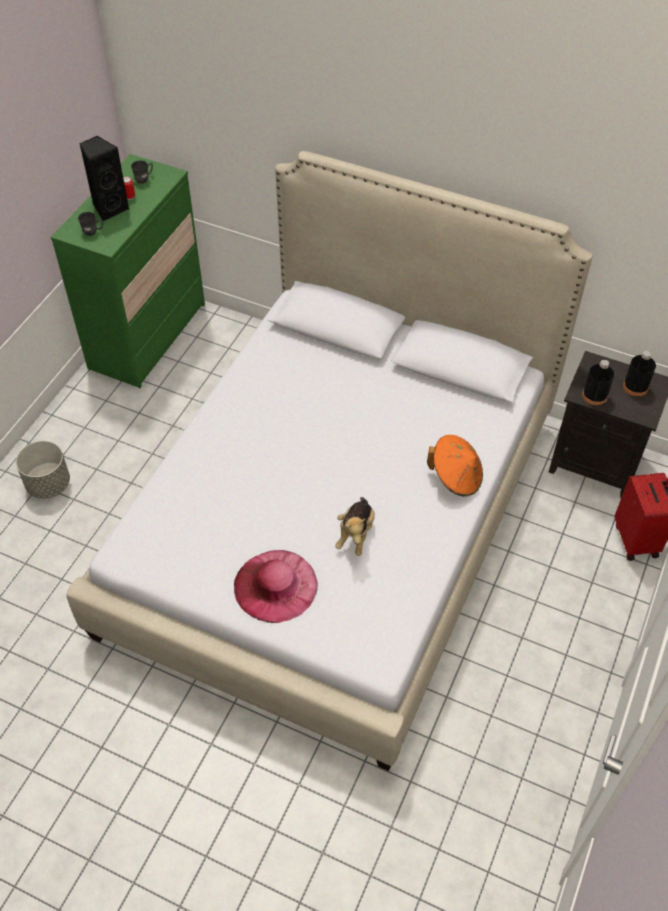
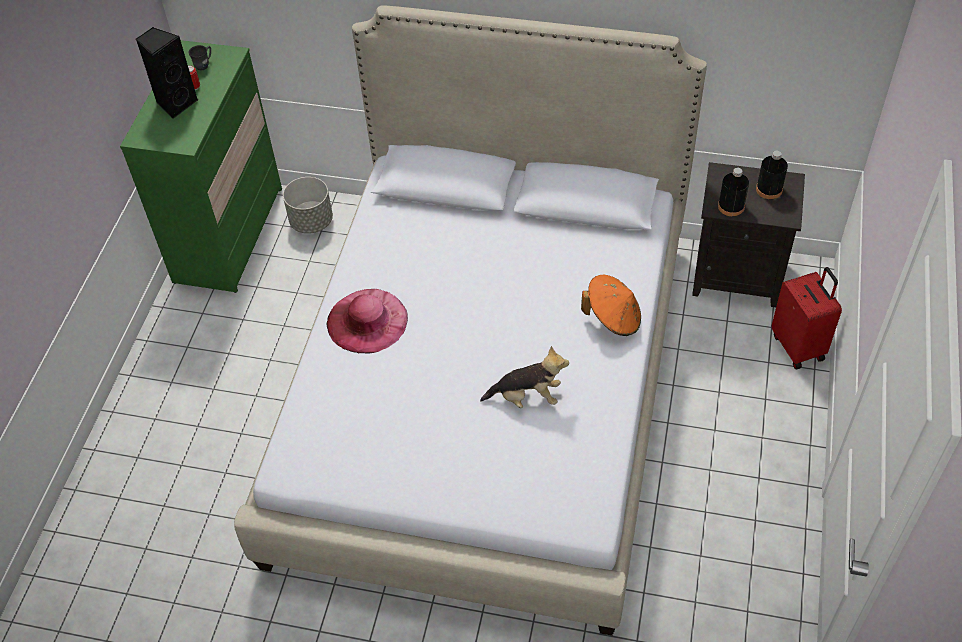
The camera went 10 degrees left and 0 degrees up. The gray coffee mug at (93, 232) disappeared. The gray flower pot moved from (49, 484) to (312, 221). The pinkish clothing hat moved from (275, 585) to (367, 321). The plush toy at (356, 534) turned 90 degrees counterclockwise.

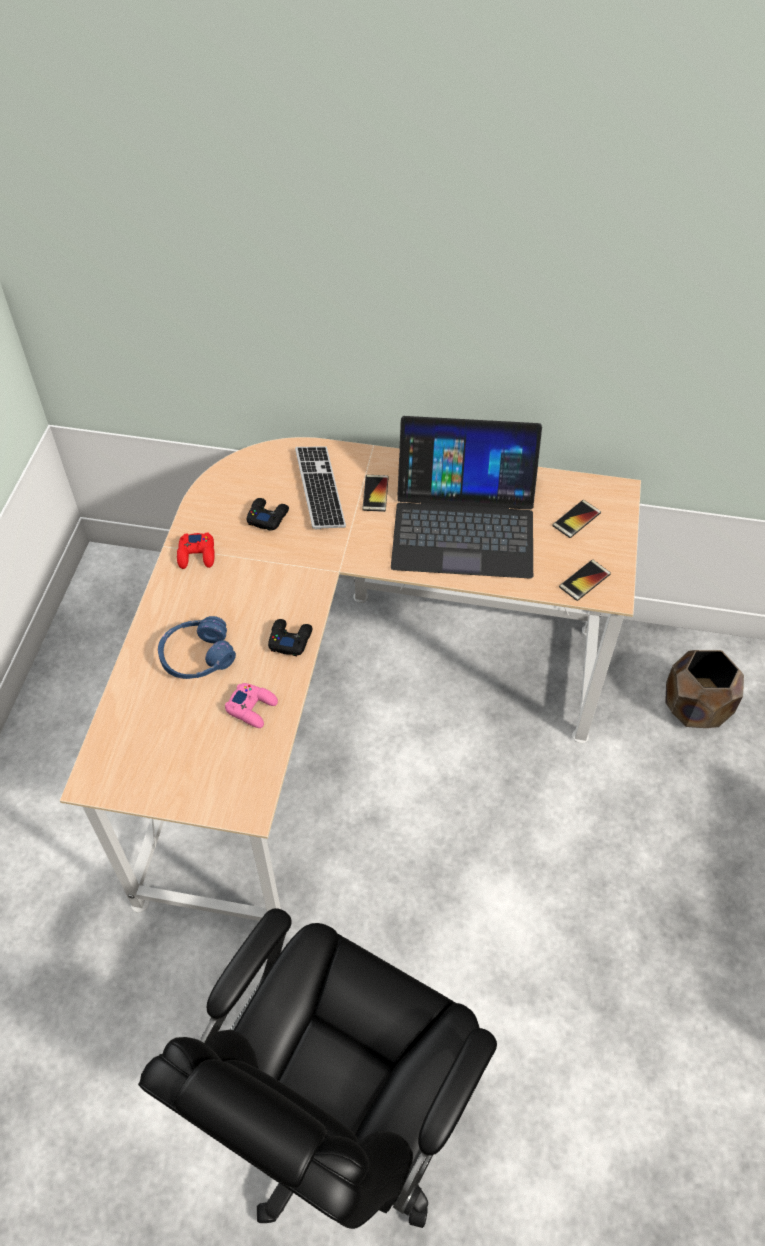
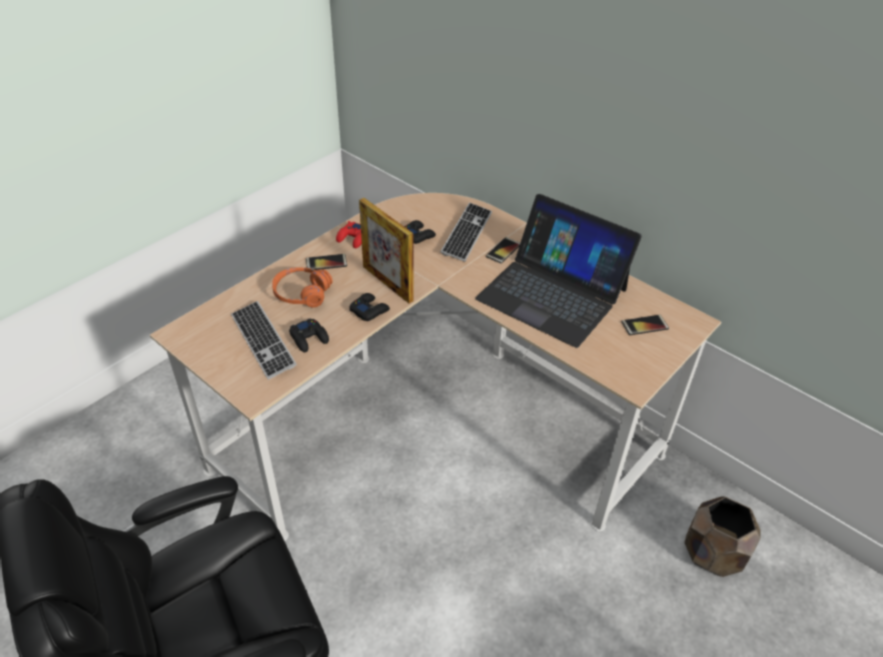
The camera went 30 degrees right and 10 degrees down. The computer keyboard at (263, 341) appeared. The photo frame at (387, 283) appeared. The phone moved from (584, 580) to (326, 263). The bluish pair of headphones at (197, 657) became the orangey pair of headphones at (302, 294). The pinkish gamepad at (252, 708) became the black gamepad at (309, 338).

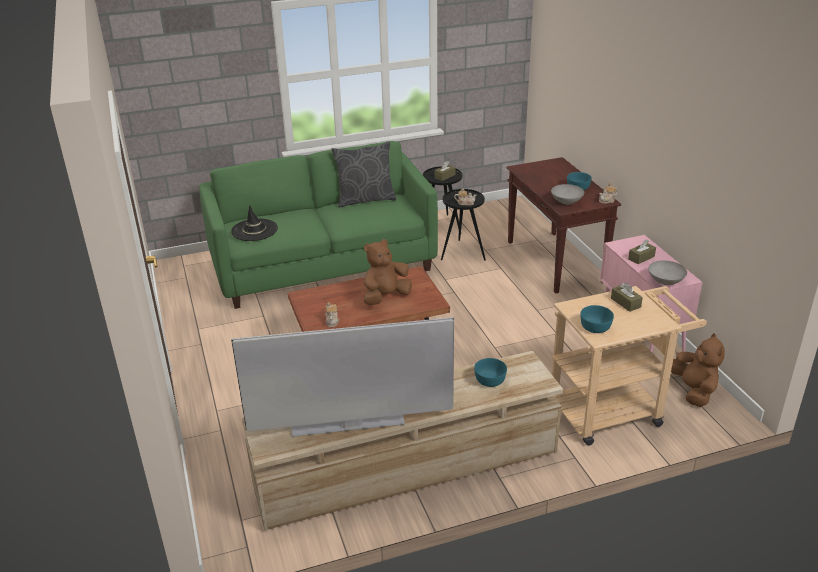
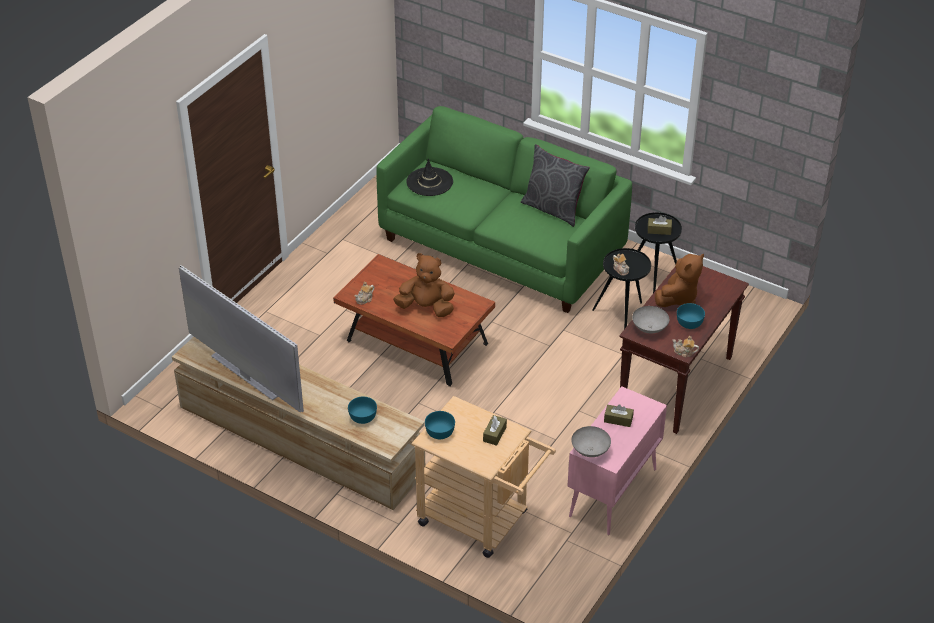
The camera went 50 degrees right and 10 degrees up. The brown plush toy moved from (693, 391) to (678, 297).

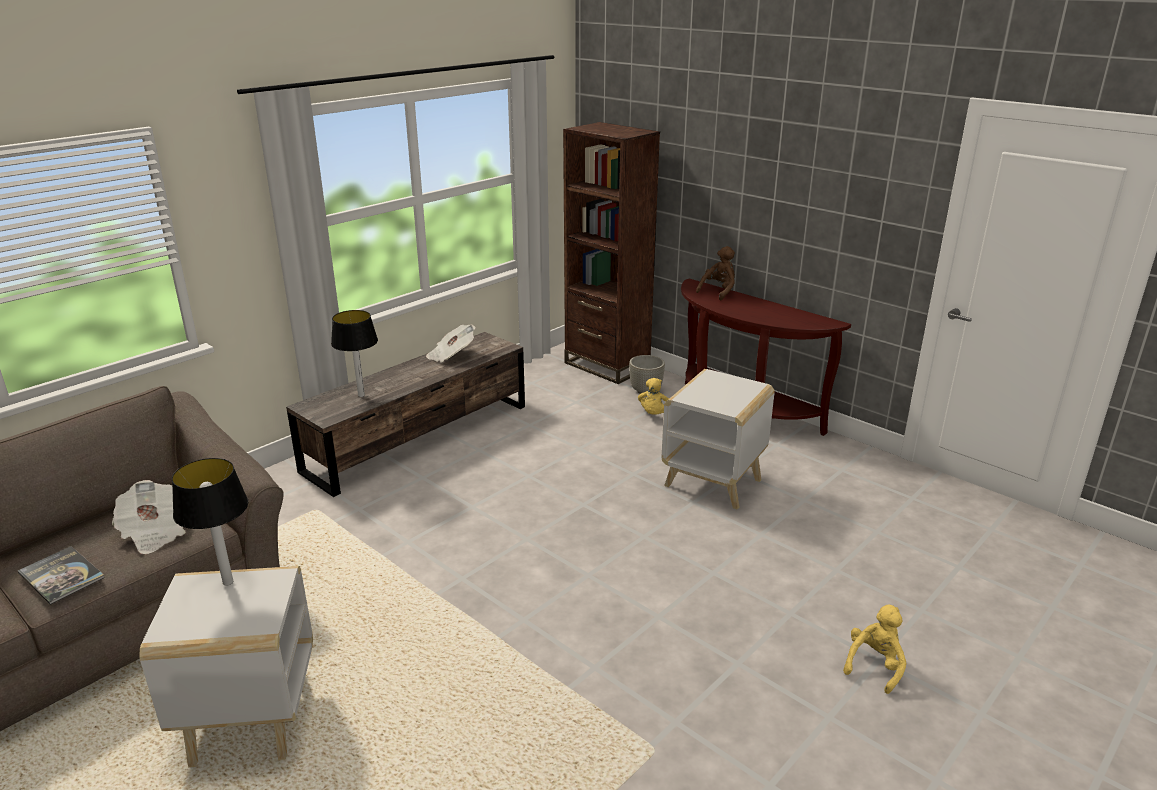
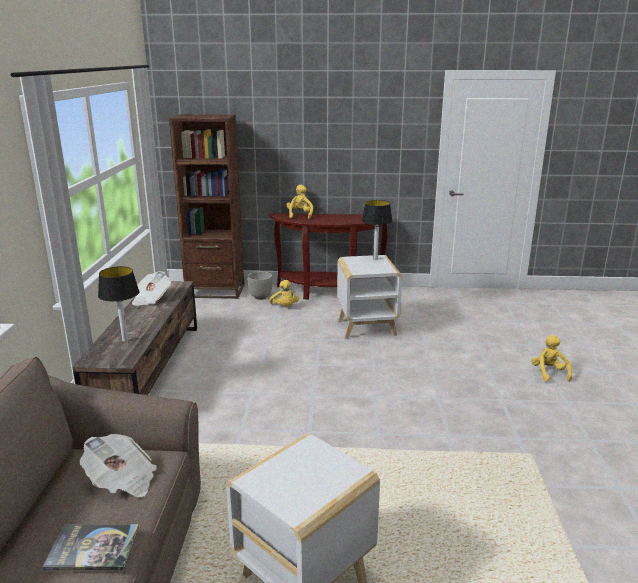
The camera went 40 degrees left and 5 degrees down. The lamp for a table moved from (227, 582) to (375, 259). The brown plush toy at (718, 291) became the yellowish plush toy at (300, 215).

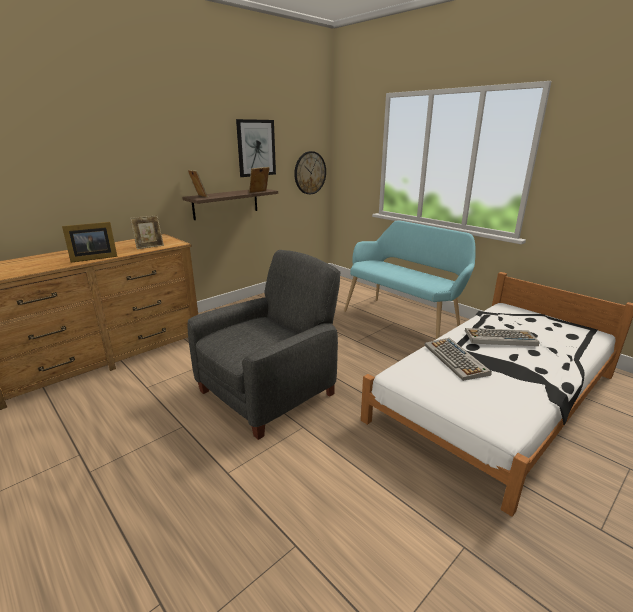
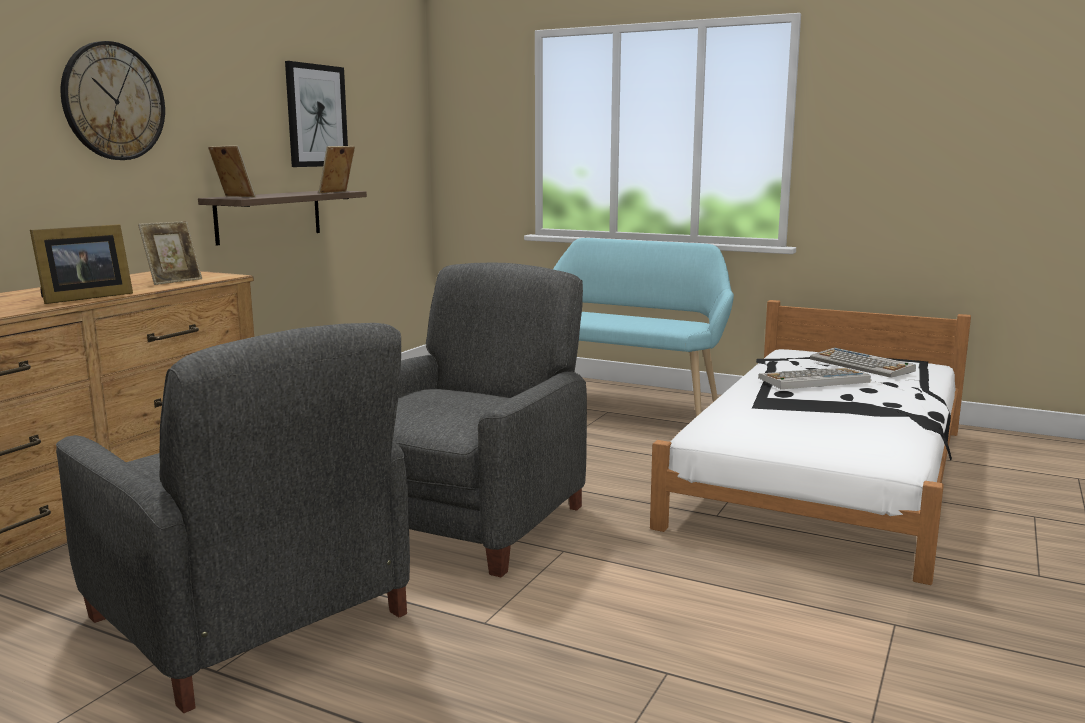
The camera went 20 degrees left and 10 degrees down. The gray lounge chair at (250, 618) appeared. The clock on the wall moved from (310, 173) to (113, 101). The computer keyboard moved from (456, 359) to (862, 365).

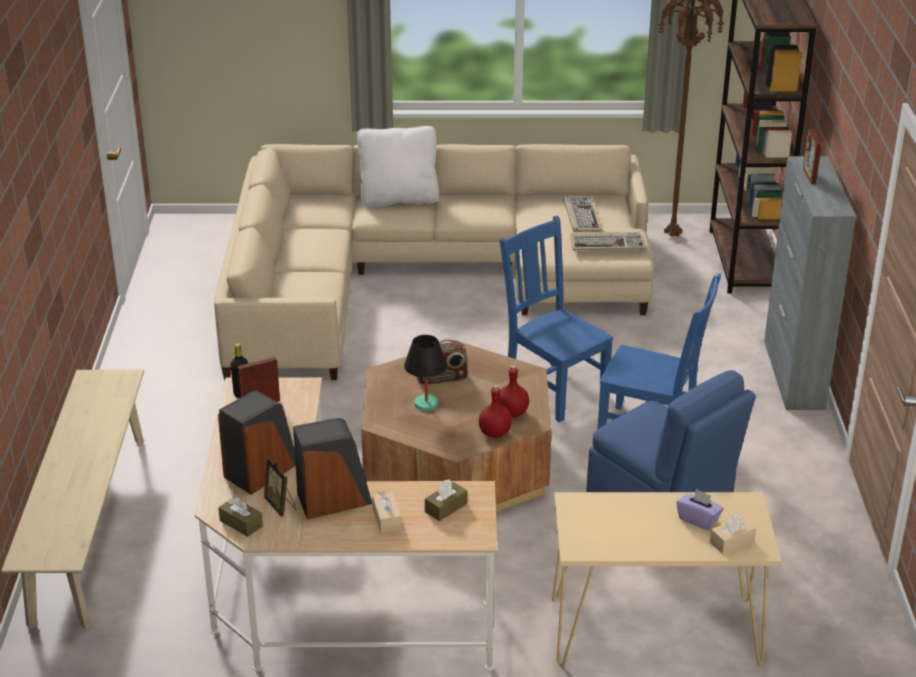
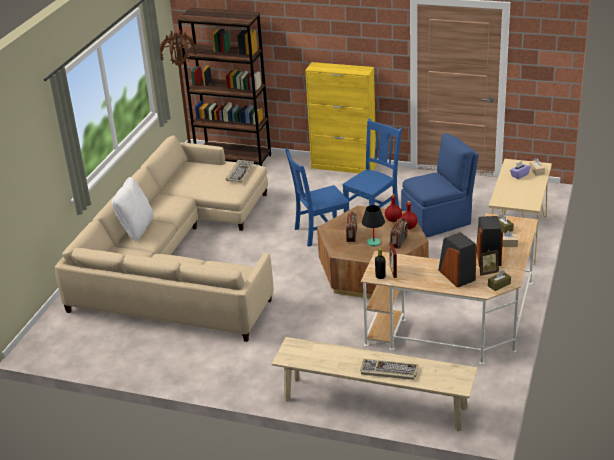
The camera went 70 degrees left and 0 degrees up. The photo frame at (809, 176) disappeared. The radio at (399, 242) appeared. The computer keyboard moved from (581, 216) to (388, 371). The gray storage cabinet at (793, 375) became the yellowish storage cabinet at (344, 167).

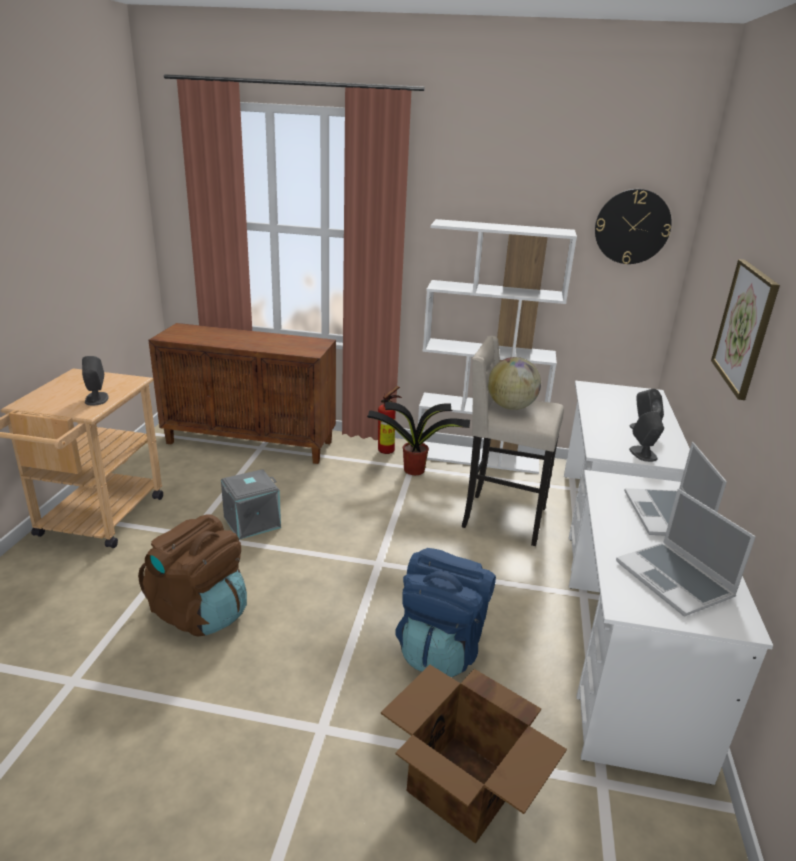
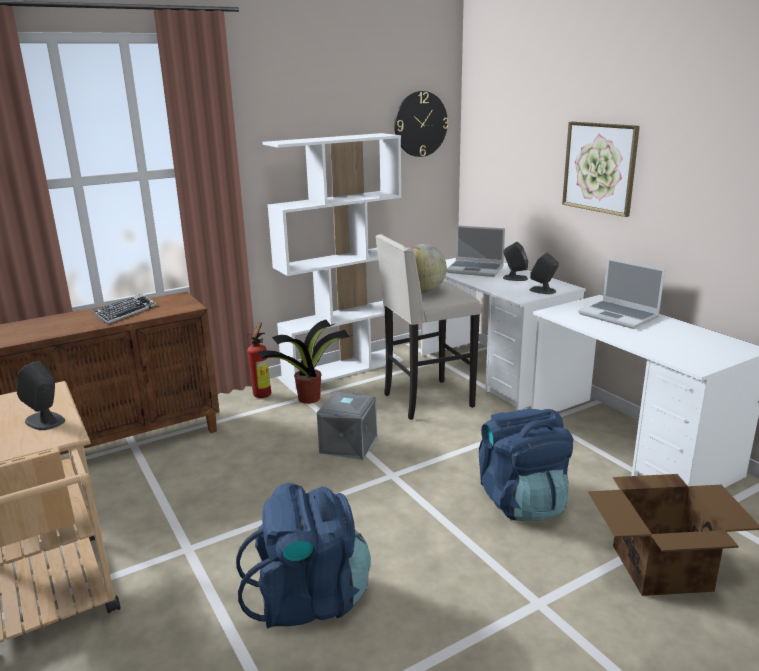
The camera went 40 degrees left and 5 degrees down. The computer keyboard at (125, 313) appeared. The gray storage container moved from (252, 521) to (347, 444). The laptop moved from (675, 580) to (475, 270). The brown rucksack at (200, 612) became the bluish rucksack at (309, 599).

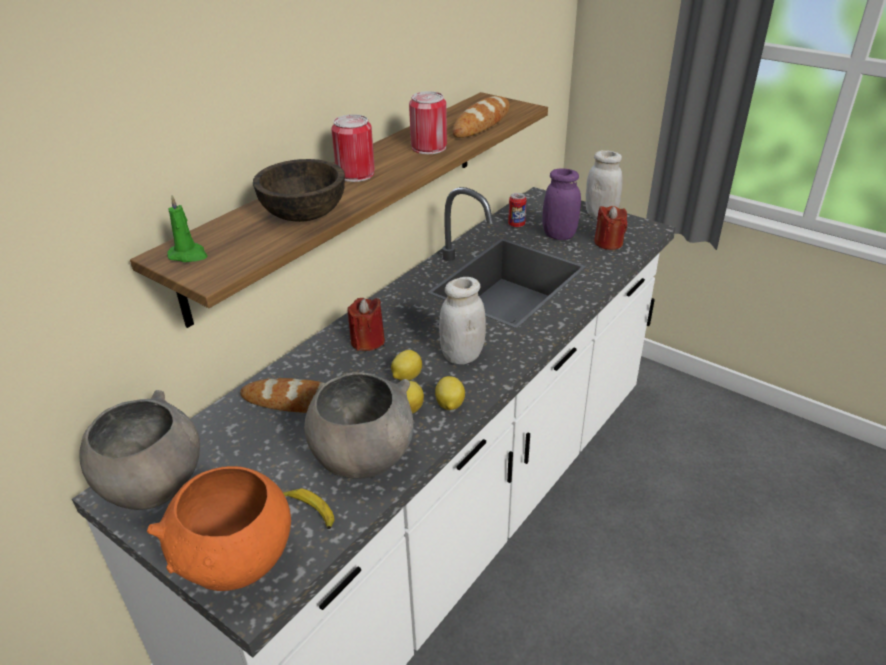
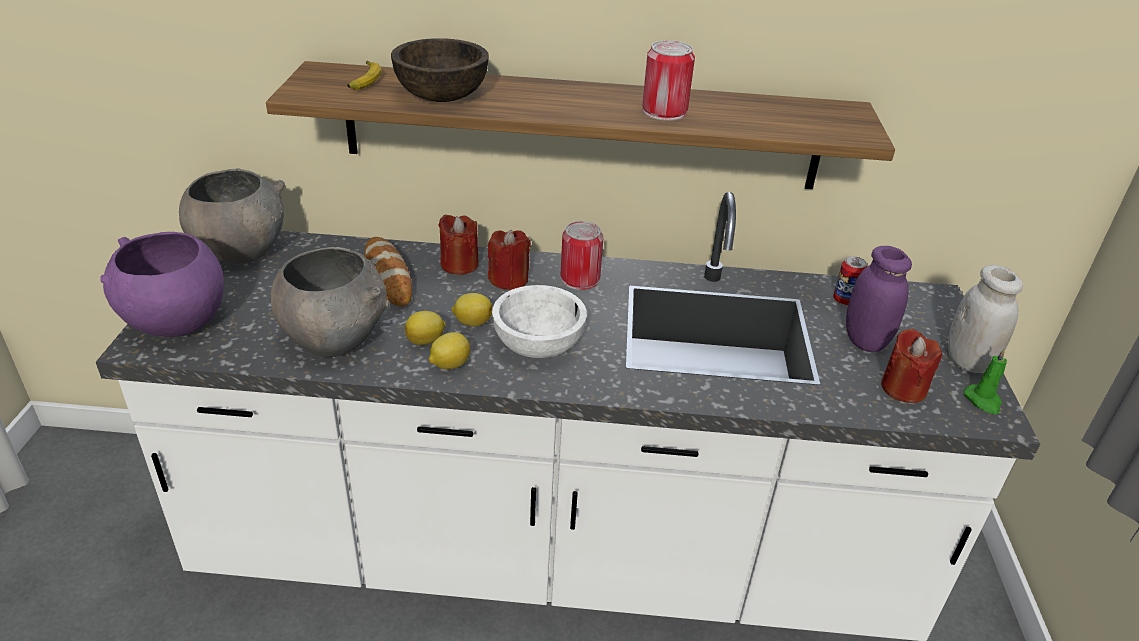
The camera went 55 degrees right and 0 degrees up. The bread at (482, 123) disappeared. The reddish candle at (459, 264) appeared. The greenish candle moved from (188, 255) to (983, 401). The banana moved from (309, 511) to (364, 80). The sealed can moved from (355, 174) to (580, 279). The whitish storage jar at (462, 356) was replaced by the whitish serving bowl at (538, 346). The orangey serving bowl at (237, 562) became the purplish serving bowl at (176, 323).

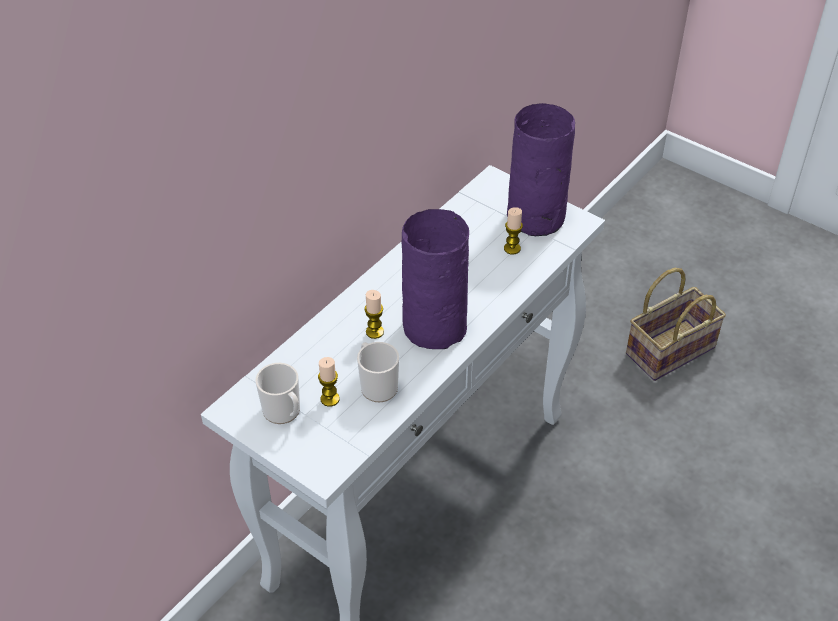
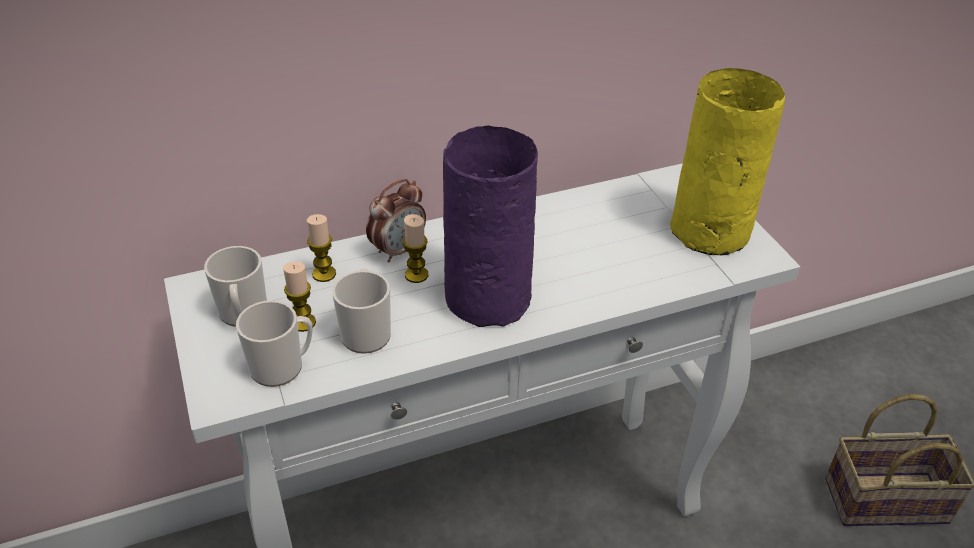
The camera went 30 degrees right and 5 degrees down. The coffee mug at (282, 367) appeared. The table clock at (398, 250) appeared. The candle moved from (512, 248) to (324, 274). The purplish vase at (535, 218) became the yellowish vase at (708, 232).

